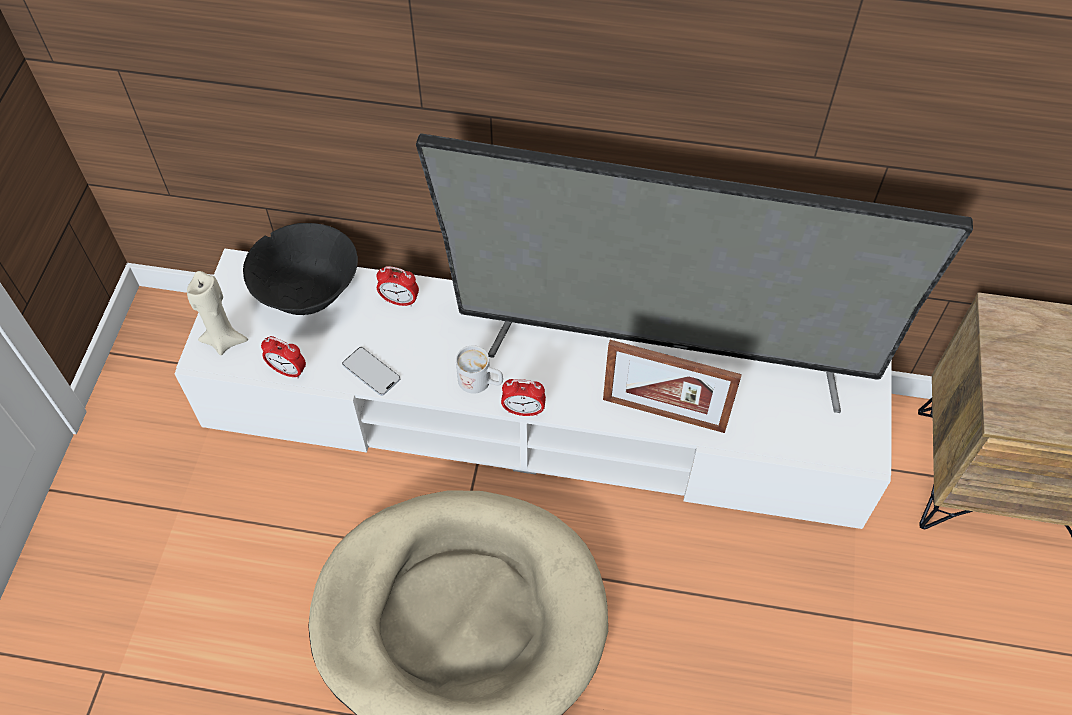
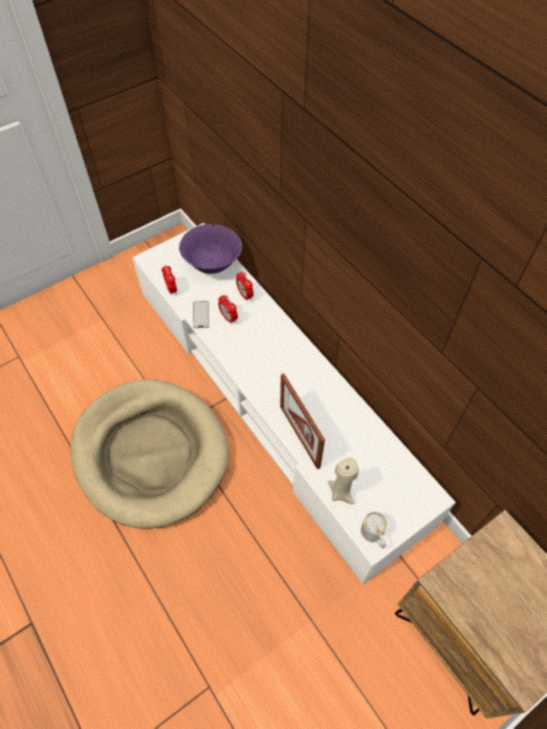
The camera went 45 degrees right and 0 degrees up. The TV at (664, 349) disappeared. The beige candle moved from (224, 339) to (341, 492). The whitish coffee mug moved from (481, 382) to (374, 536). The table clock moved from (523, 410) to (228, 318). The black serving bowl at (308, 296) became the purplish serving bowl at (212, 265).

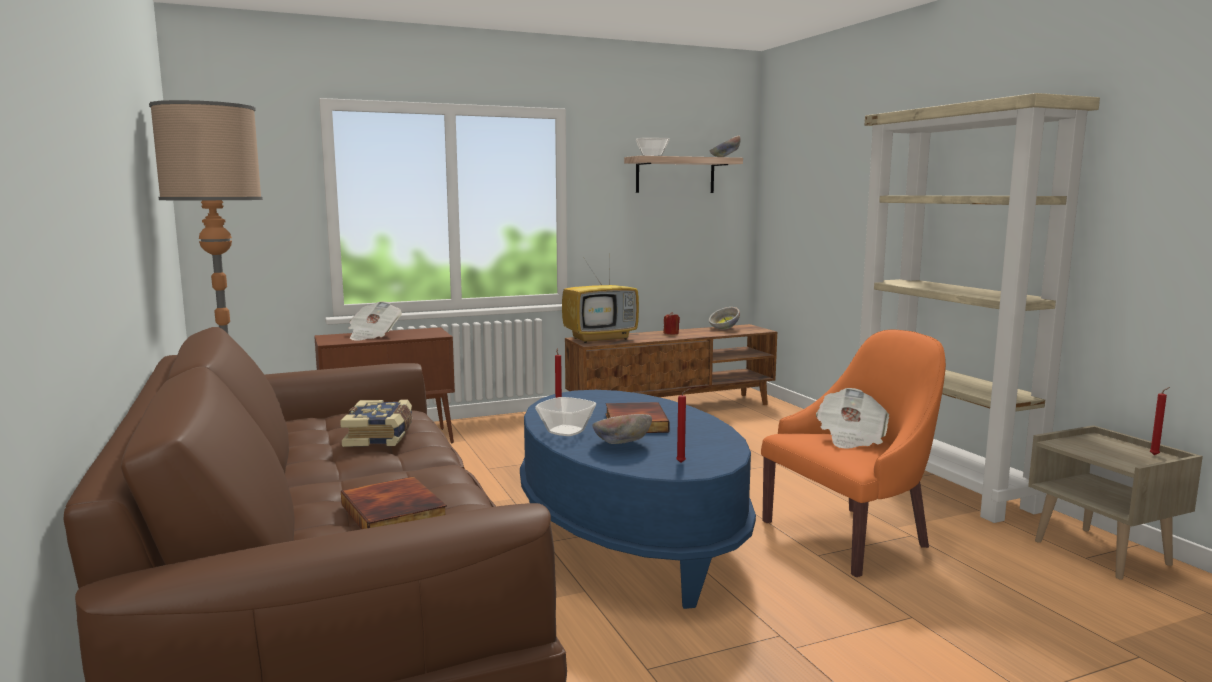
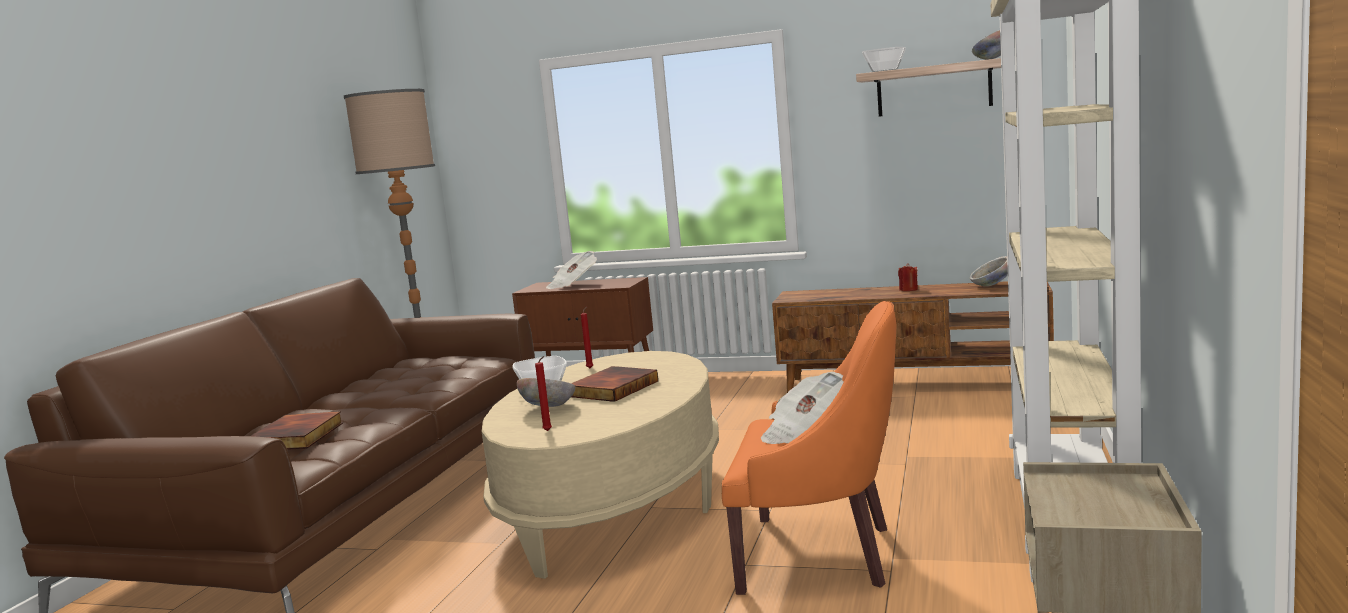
The camera went 40 degrees right and 0 degrees up. The bound book at (380, 436) disappeared. The TV at (601, 338) disappeared. The reddish candle at (1155, 455) disappeared. The bluish coffee table at (628, 537) became the beige coffee table at (614, 507).

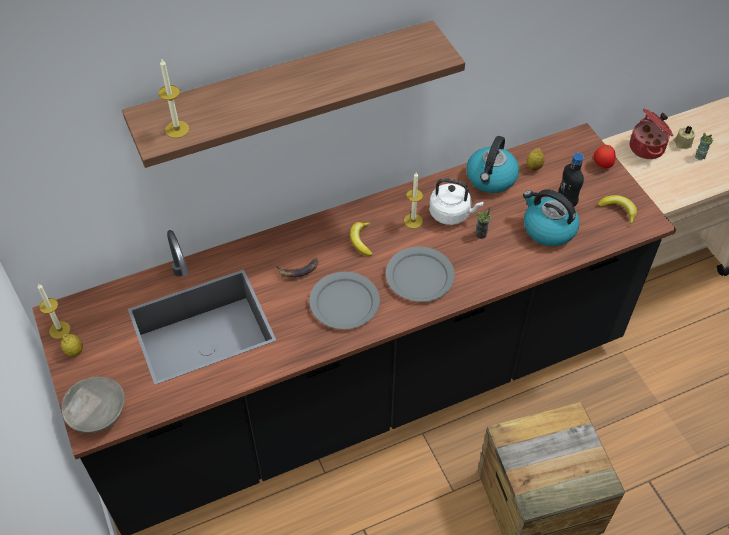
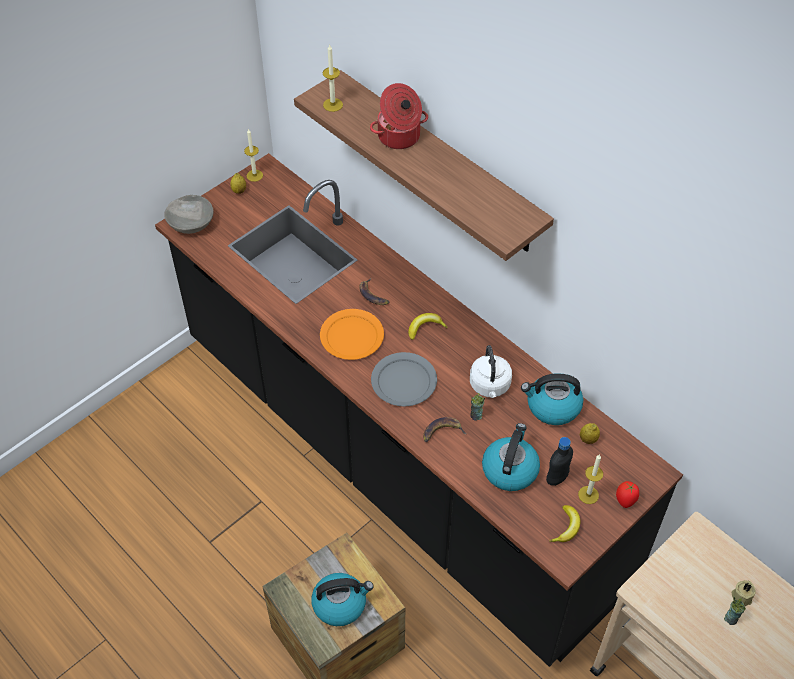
The camera went 70 degrees right and 0 degrees up. The water kettle at (340, 604) appeared. The banana at (442, 432) appeared. The candle moved from (413, 221) to (588, 495). The stockpot moved from (648, 147) to (399, 137). The gray plate at (345, 303) became the orangey plate at (352, 337).

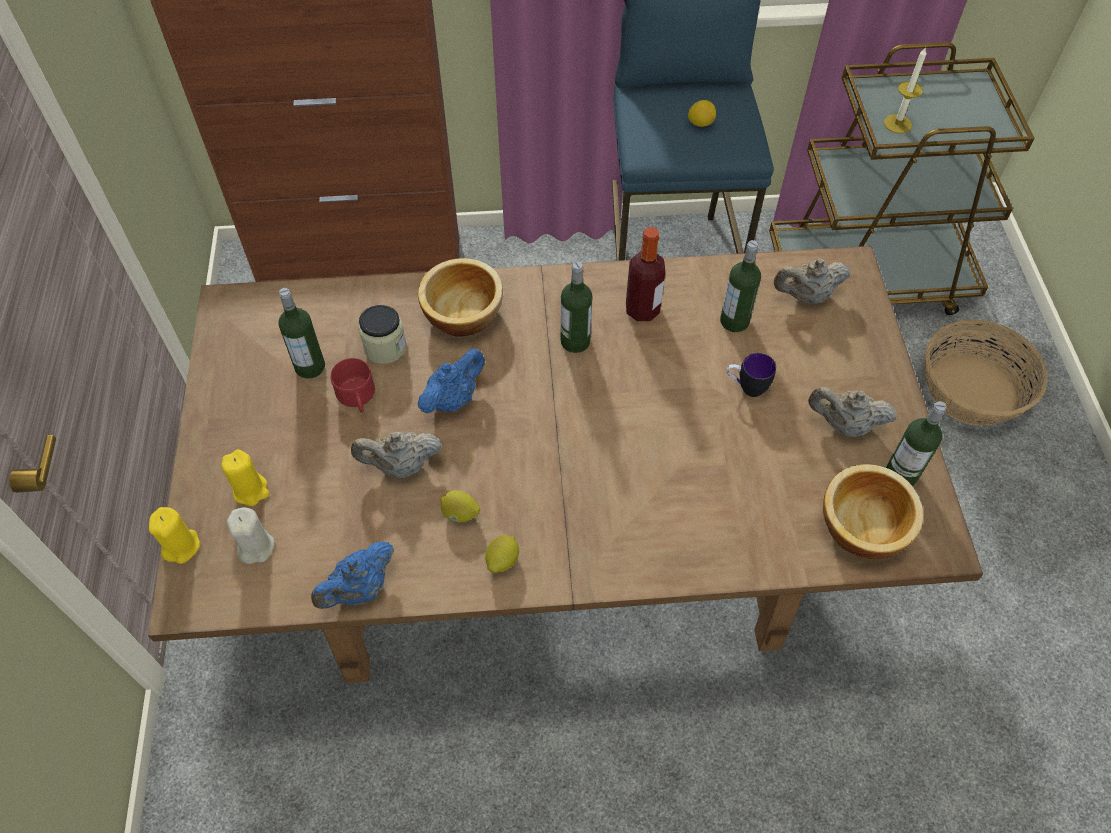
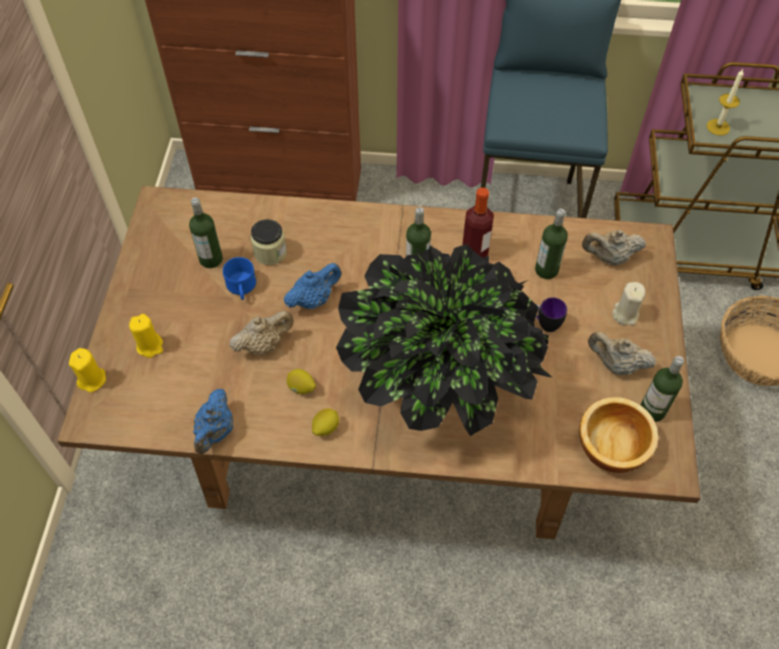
The camera went 10 degrees right and 0 degrees up. The serving bowl at (462, 312) disappeared. The citrus fruit at (700, 123) disappeared. The potted plant at (440, 384) appeared. The beige candle moved from (255, 547) to (625, 314). The reddish coffee mug at (357, 398) became the bluish coffee mug at (242, 288). The bluish pot for tea at (360, 589) turned 45 degrees counterclockwise. The beige pot for tea at (400, 466) turned 150 degrees clockwise.

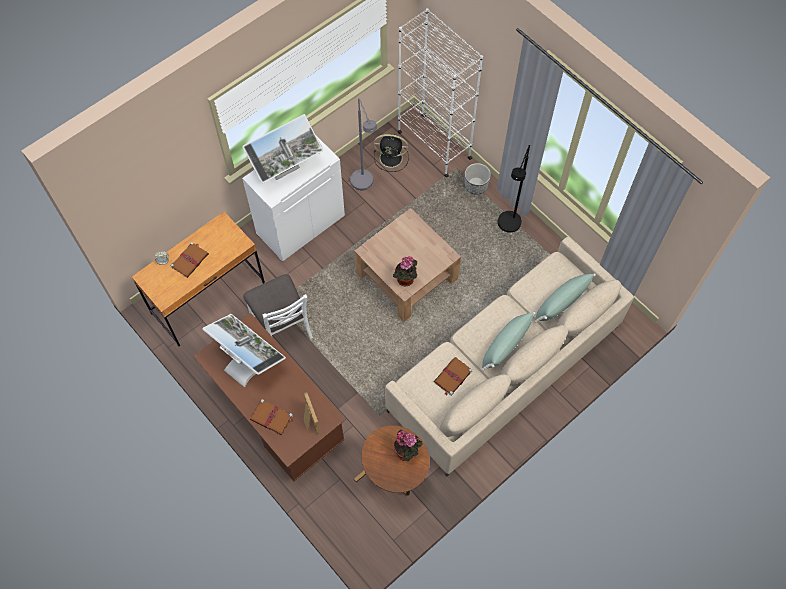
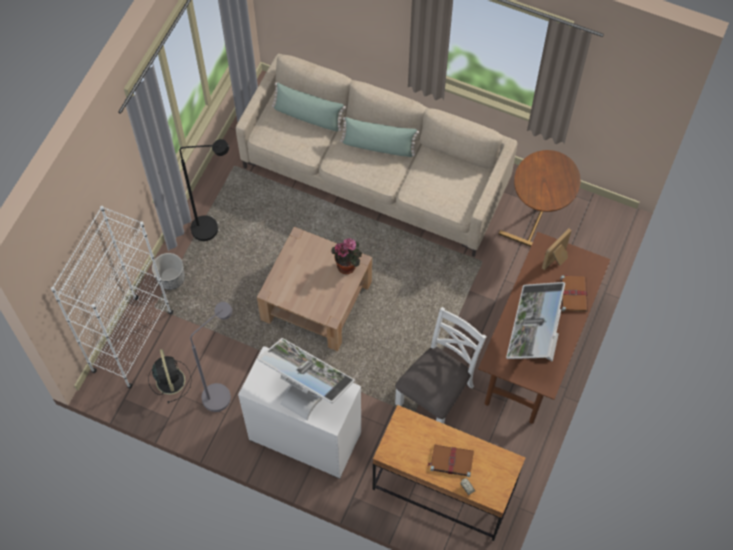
The camera went 115 degrees left and 0 degrees up. The potted plant at (407, 452) disappeared. The brown bound book at (452, 377) disappeared.

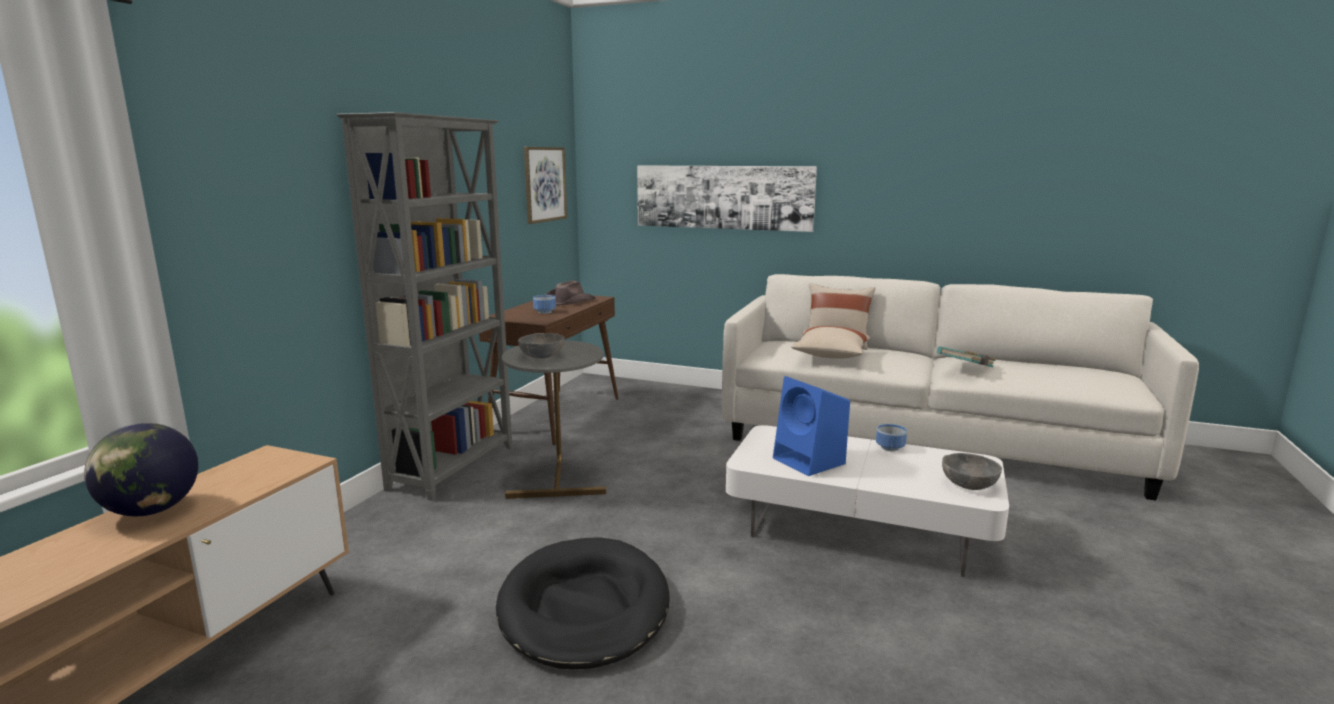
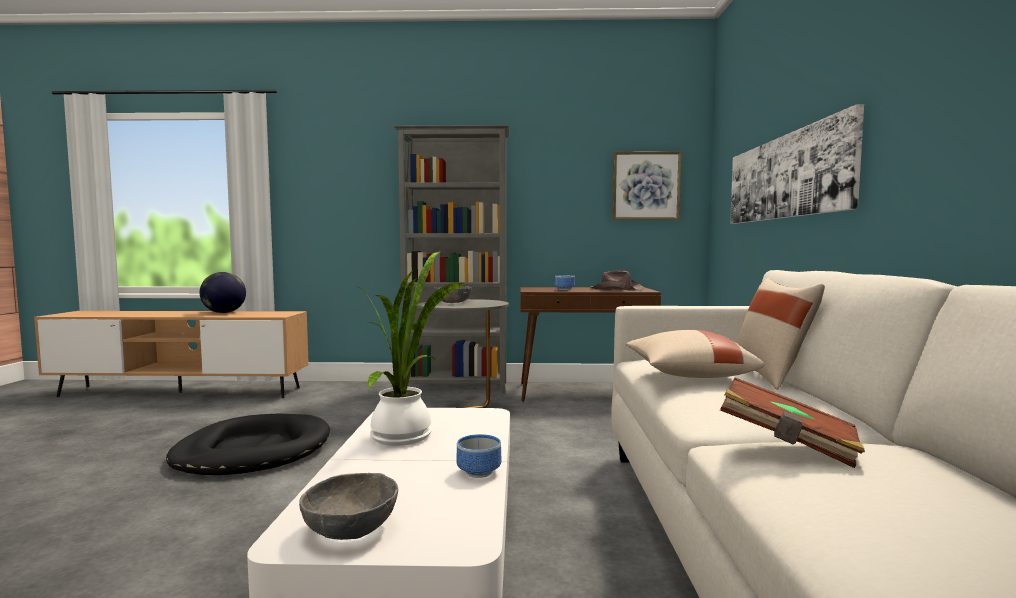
The camera went 70 degrees right and 10 degrees down. The bluish audio speaker at (810, 461) was replaced by the potted plant at (405, 435). The turquoise bound book at (966, 368) became the brown bound book at (787, 444).

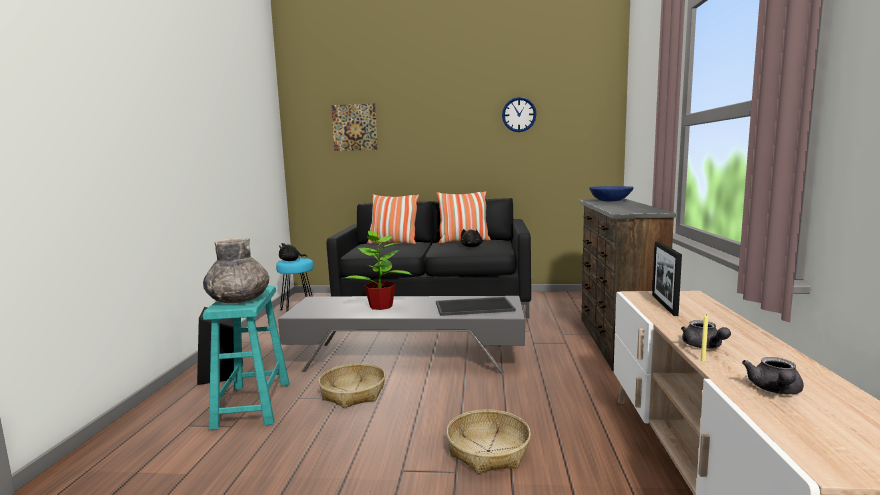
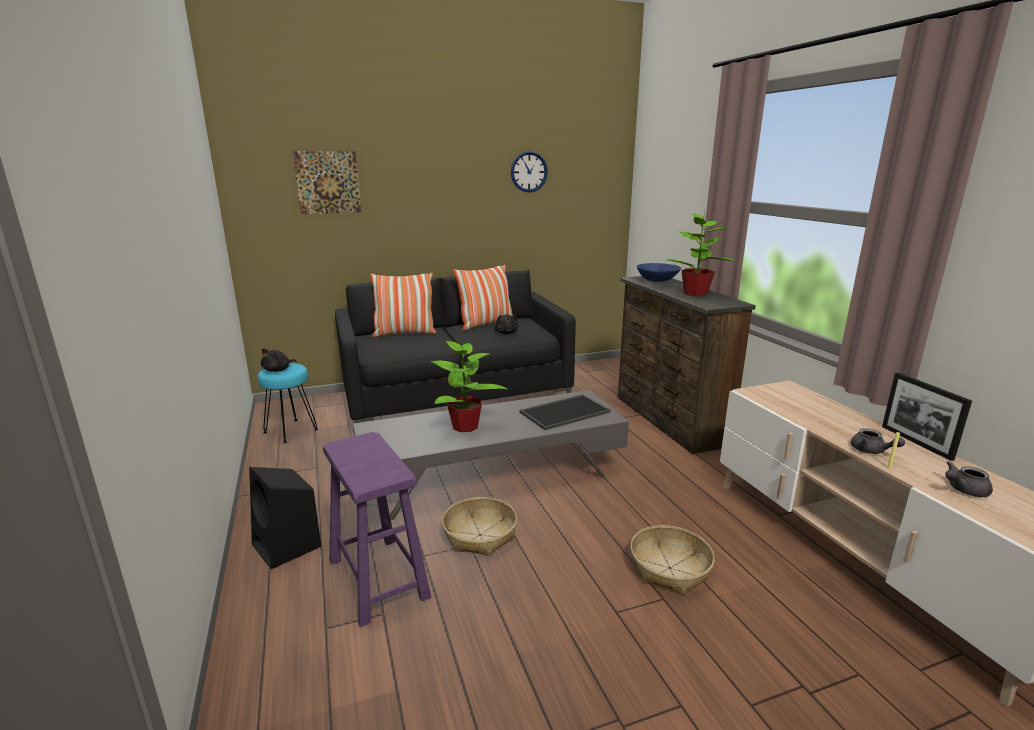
The camera went 25 degrees left and 10 degrees up. The gray vase at (239, 300) disappeared. The potted plant at (695, 293) appeared. The photo frame moved from (664, 304) to (916, 442). The turquoise stool at (252, 405) became the purplish stool at (377, 579). The gray pot for tea at (775, 390) turned 75 degrees clockwise.

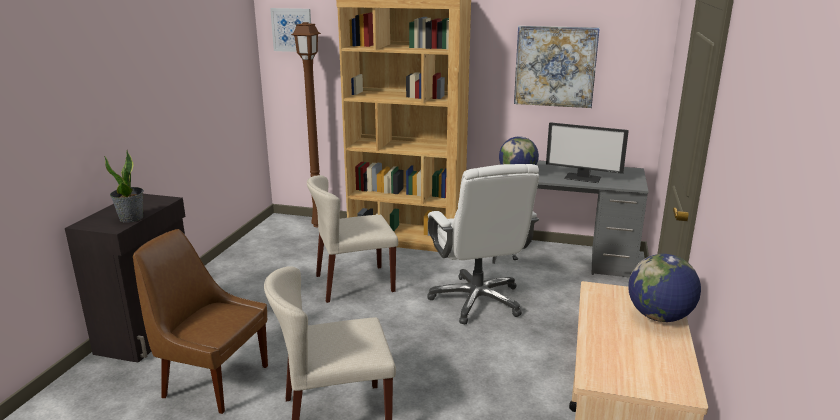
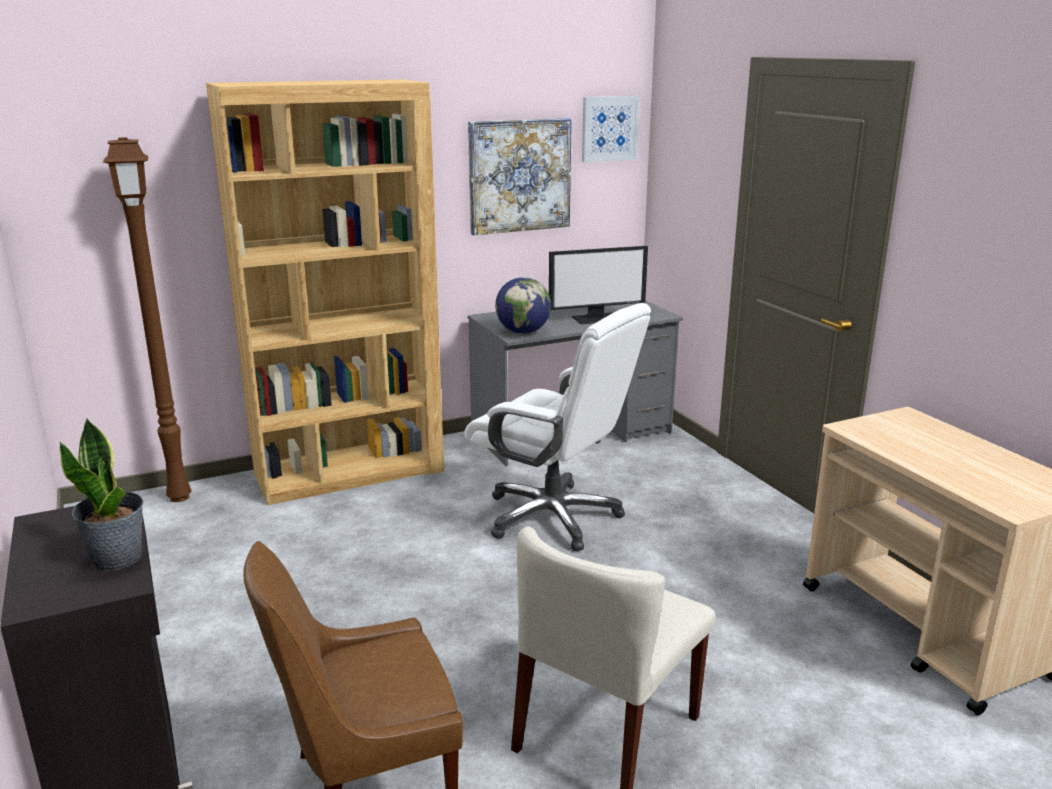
The camera went 40 degrees left and 0 degrees up. The beige chair at (354, 283) disappeared. The world globe at (659, 317) disappeared. The wall picture moved from (292, 30) to (609, 128).

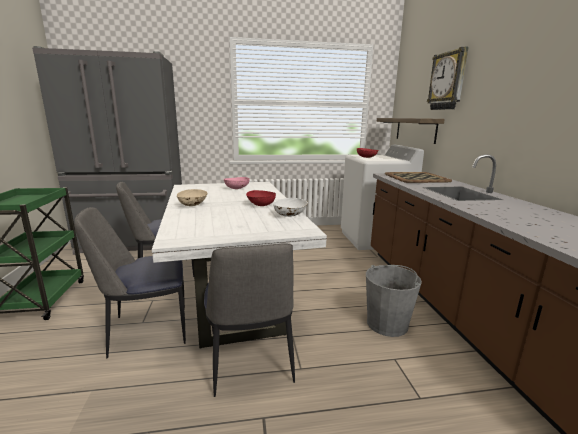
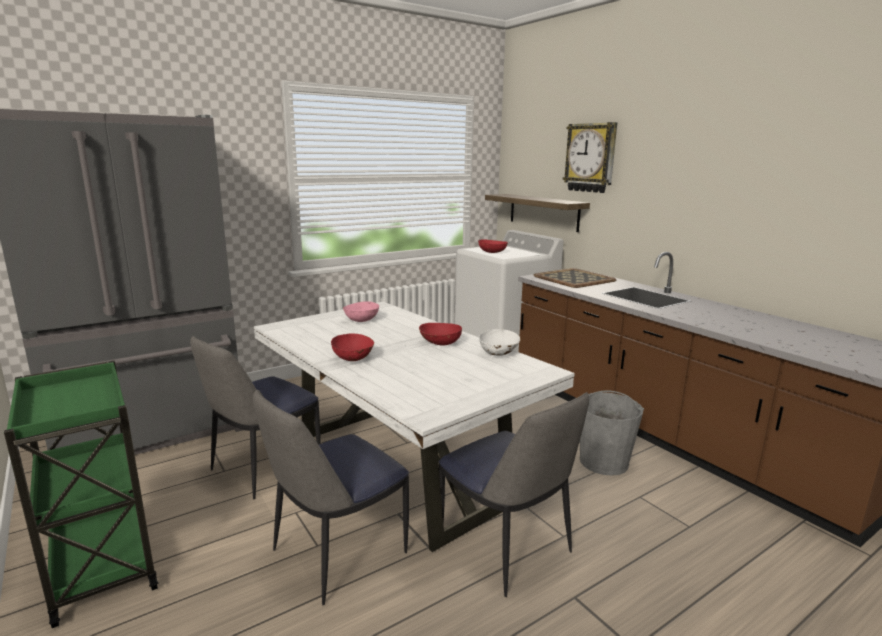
The camera went 25 degrees left and 0 degrees up. The beige serving bowl at (193, 205) became the reddish serving bowl at (353, 359).

